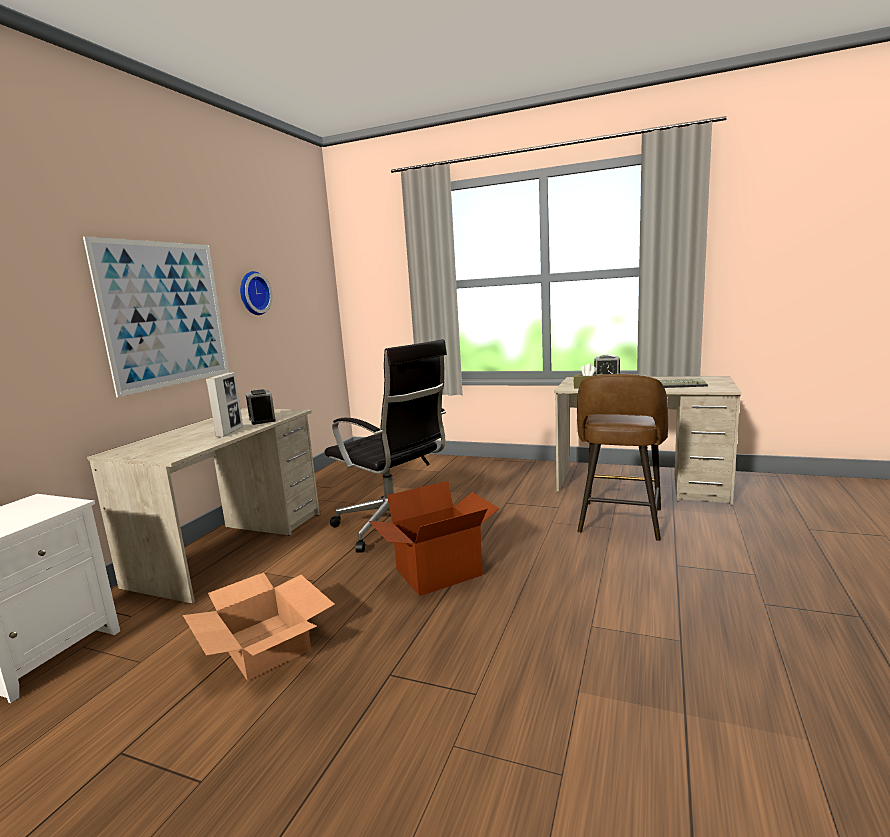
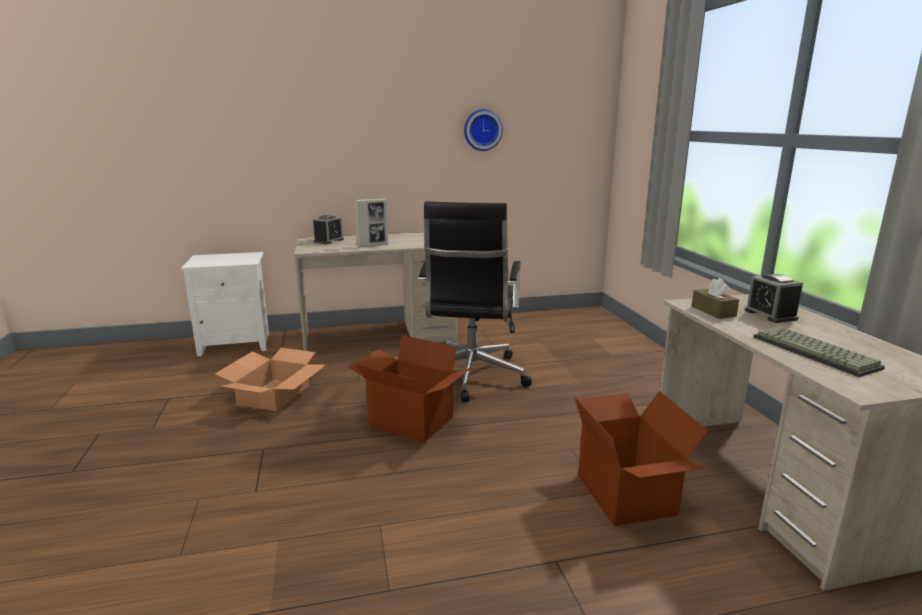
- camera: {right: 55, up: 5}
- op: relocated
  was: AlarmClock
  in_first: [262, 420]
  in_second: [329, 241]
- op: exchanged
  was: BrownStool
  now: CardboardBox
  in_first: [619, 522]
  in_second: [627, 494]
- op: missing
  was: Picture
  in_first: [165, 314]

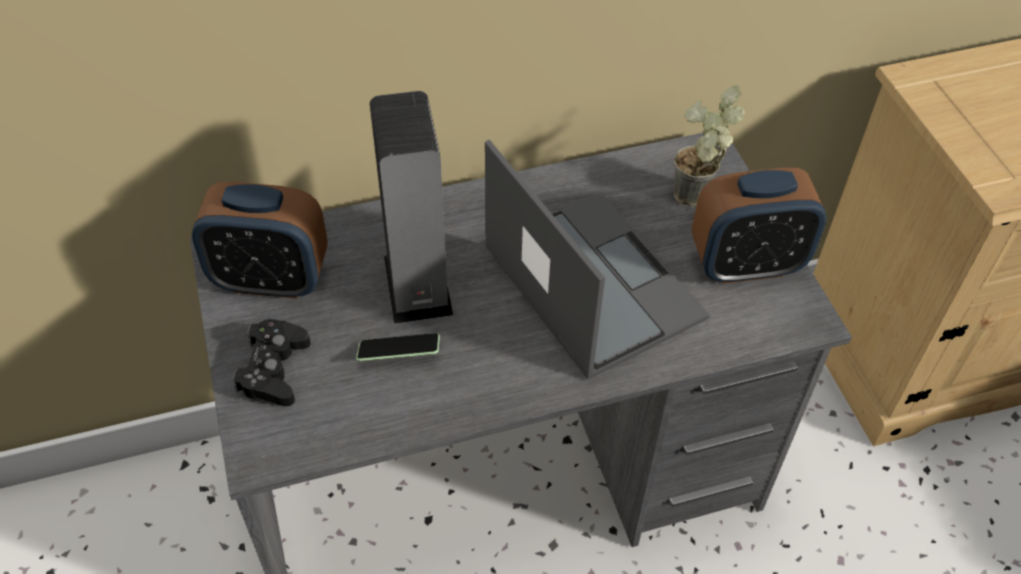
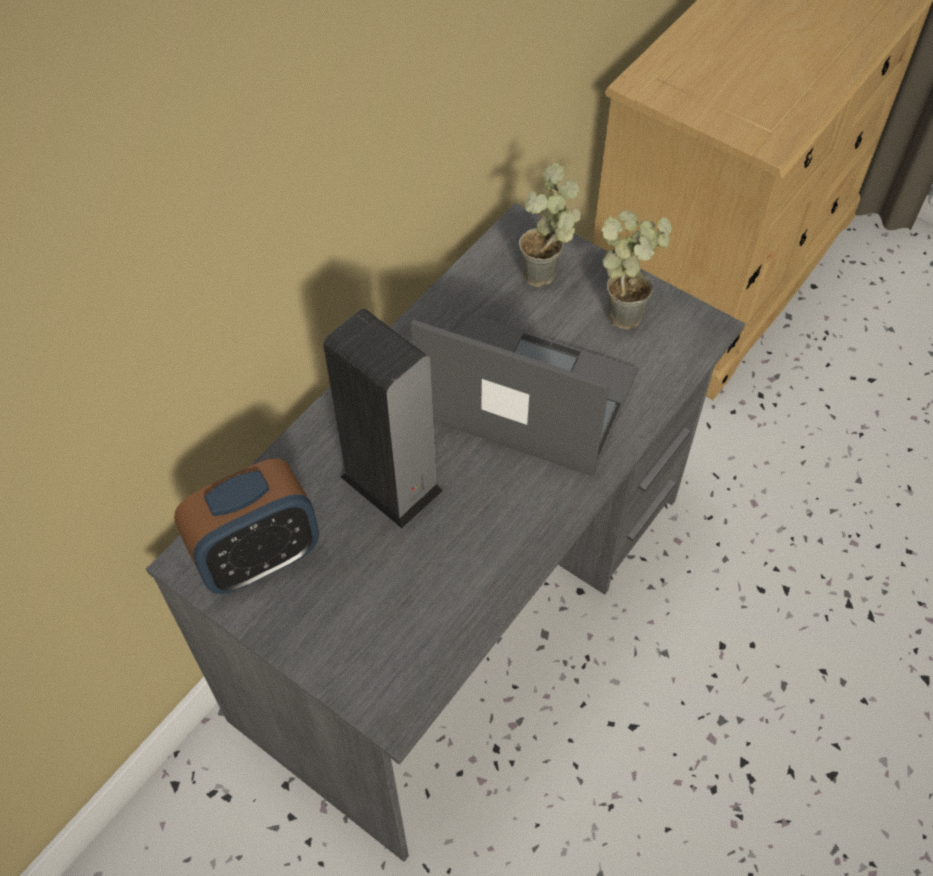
- camera: {right: -35, up: 5}
- op: exchanged
  was: AlarmClock
  now: PottedPlant
  in_first: [746, 264]
  in_second: [627, 309]
- op: missing
  was: BlackGameController
  in_first: [274, 369]
- op: missing
  was: Phone
  in_first: [399, 354]

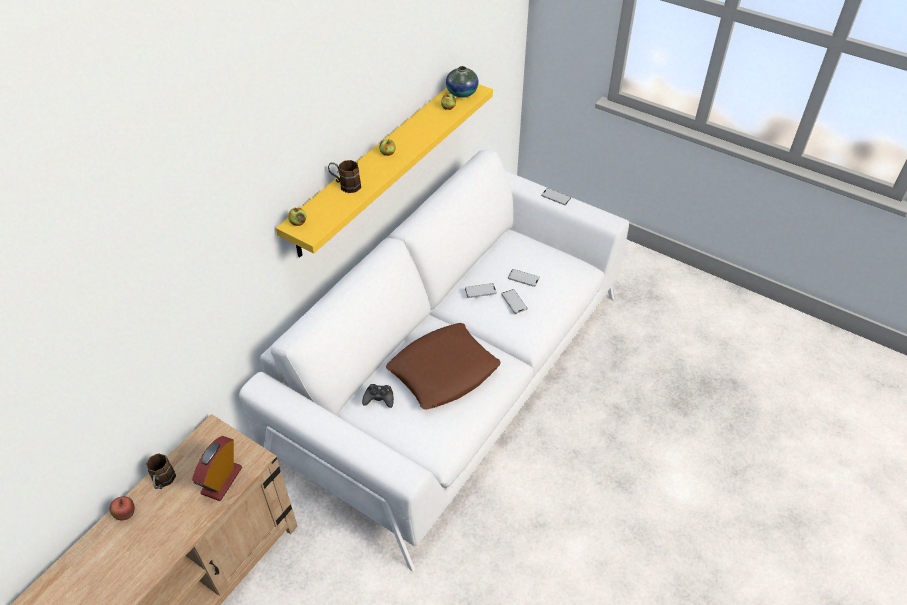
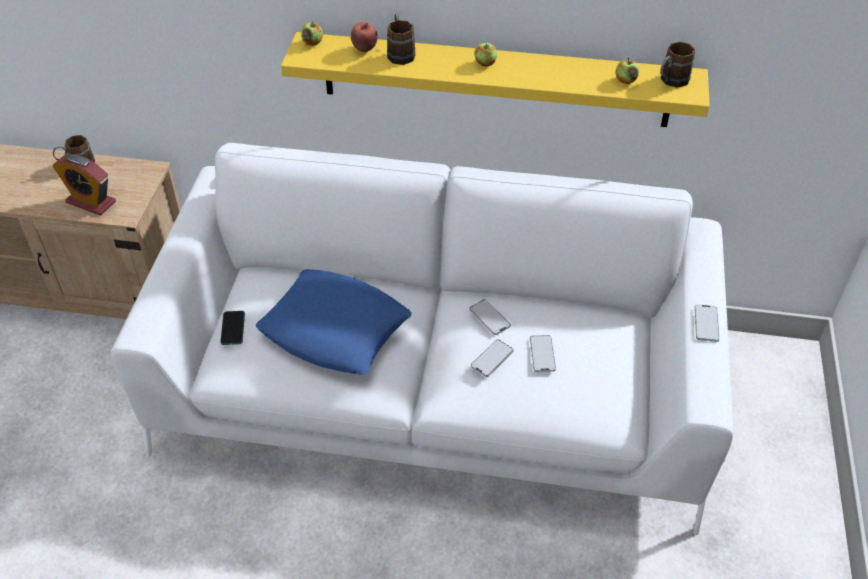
- camera: {right: 65, up: 0}
- op: spun
  was: AlarmClock
  in_first: [222, 480]
  in_second: [91, 202]
  clockwise: -150
- op: appeared
  now: Phone
  in_second: [233, 328]
- op: colour
  was: BrownPillow
  now: BluePillow
  in_first: [443, 371]
  in_second: [335, 329]
- op: relocated
  was: Apple
  in_first: [126, 514]
  in_second: [364, 49]
- op: exchanged
  was: Vase
  now: BrownMug
  in_first: [462, 93]
  in_second: [670, 82]
- op: missing
  was: BlackGameController
  in_first: [379, 398]

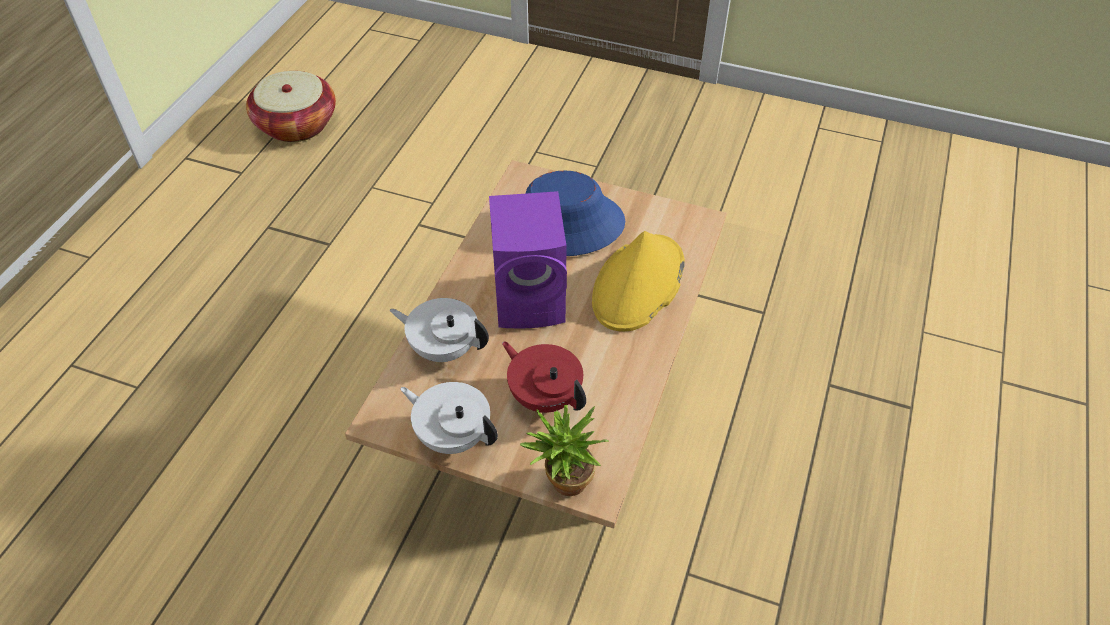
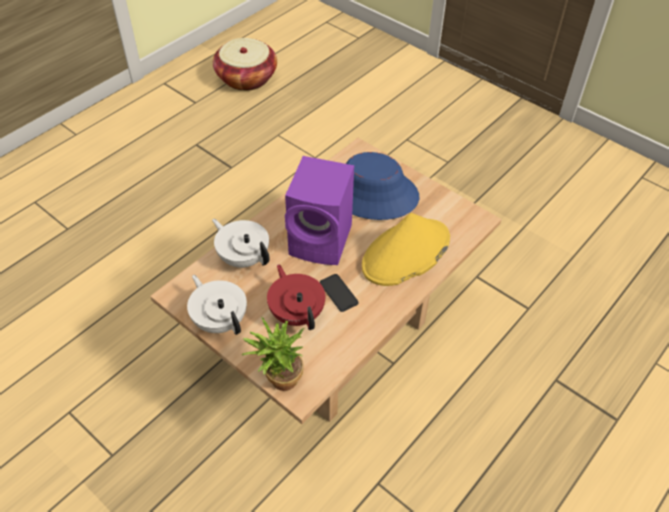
- camera: {right: 20, up: 0}
- op: appeared
  now: Phone
  in_second: [338, 293]

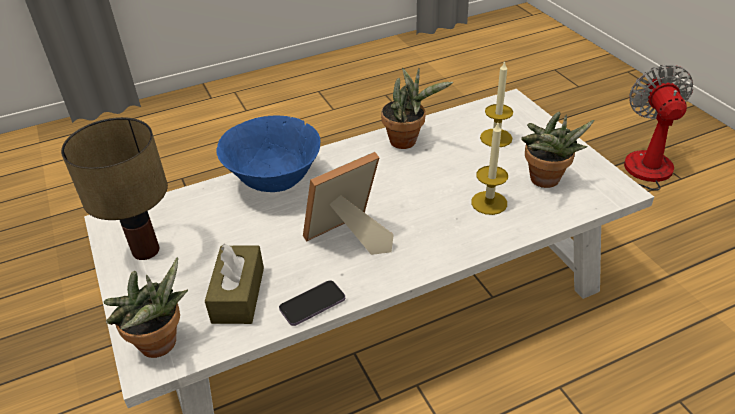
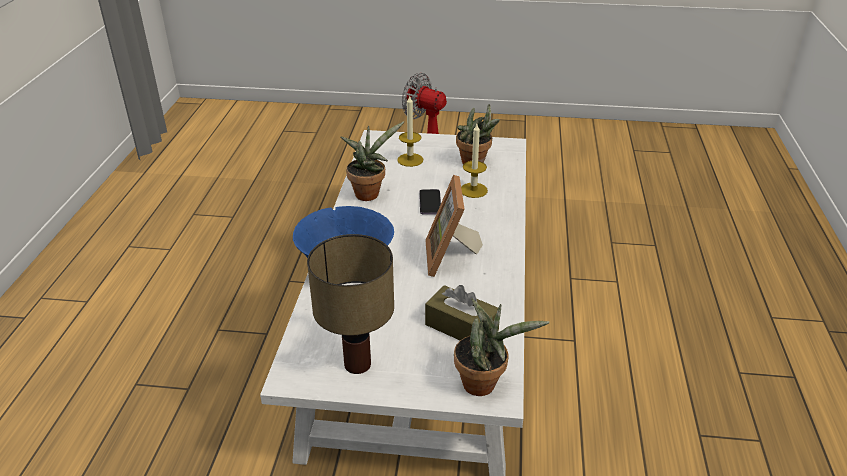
- camera: {right: -60, up: -5}
- op: relocated
  was: Phone
  in_first: [312, 304]
  in_second: [430, 203]

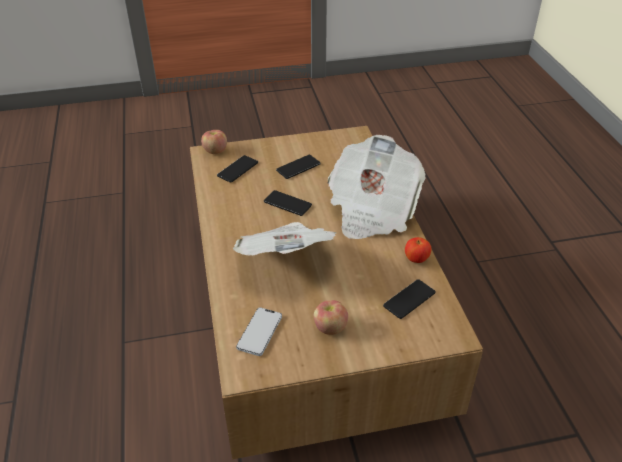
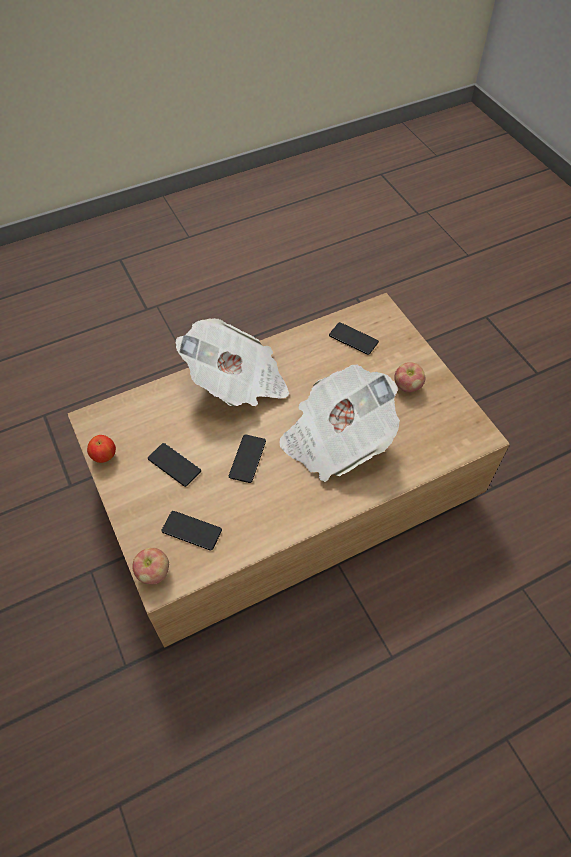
- camera: {right: -105, up: 15}
- op: relocated
  was: Apple
  in_first: [416, 259]
  in_second: [104, 456]
- op: missing
  was: Phone
  in_first: [259, 332]

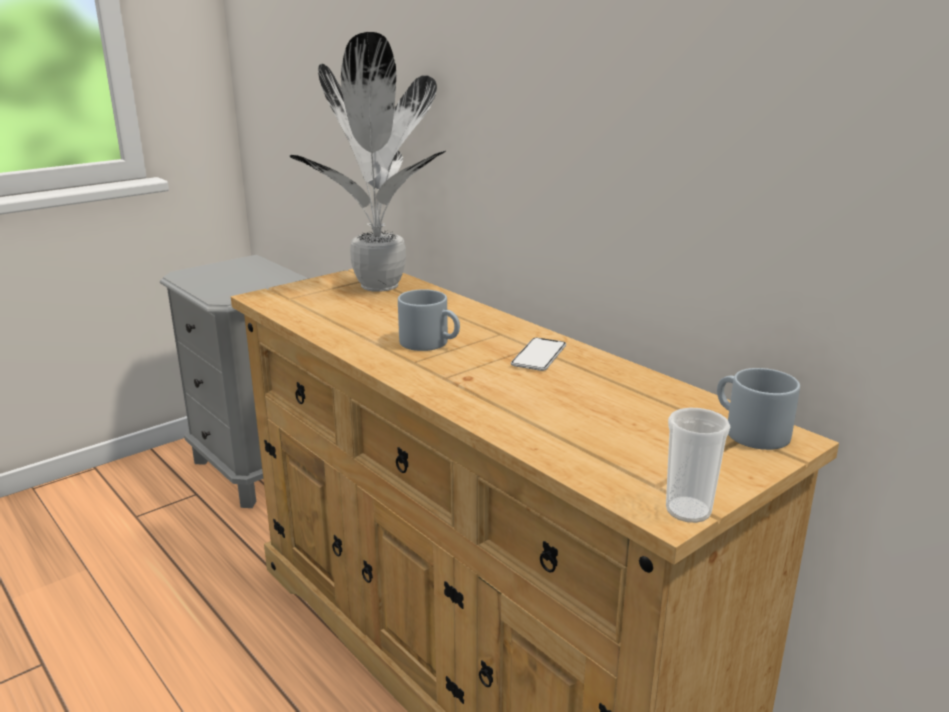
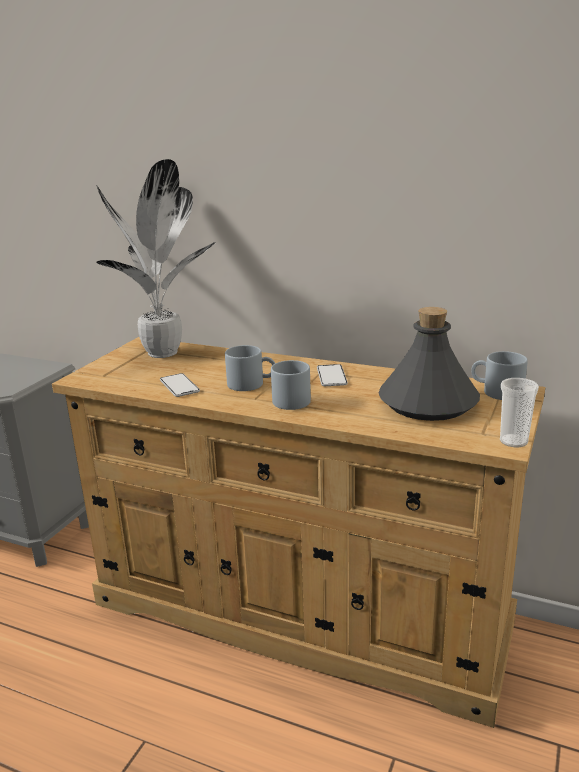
- camera: {right: -25, up: 0}
- op: appeared
  now: Phone
  in_second: [179, 386]
- op: appeared
  now: GreyMug
  in_second: [286, 399]
- op: appeared
  now: GreyBottle
  in_second: [427, 403]

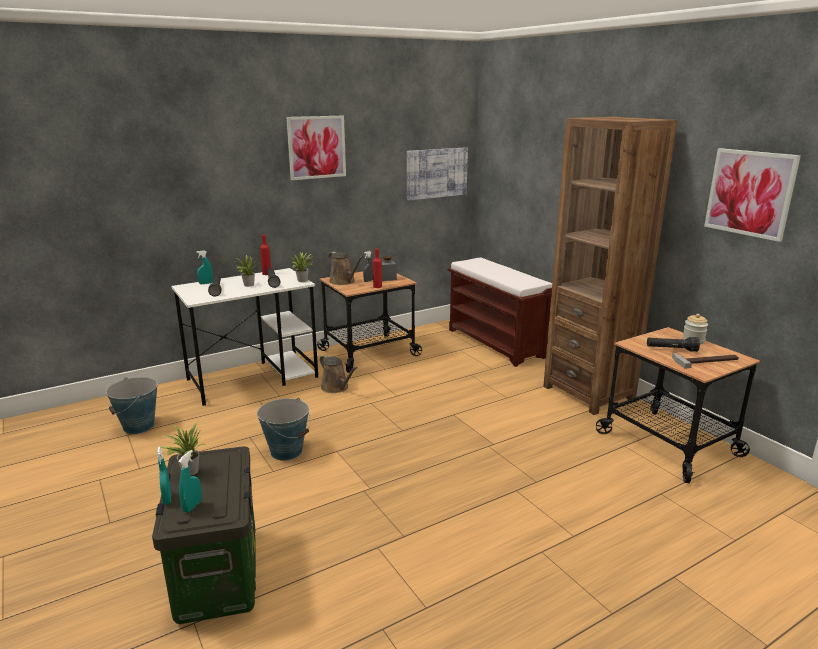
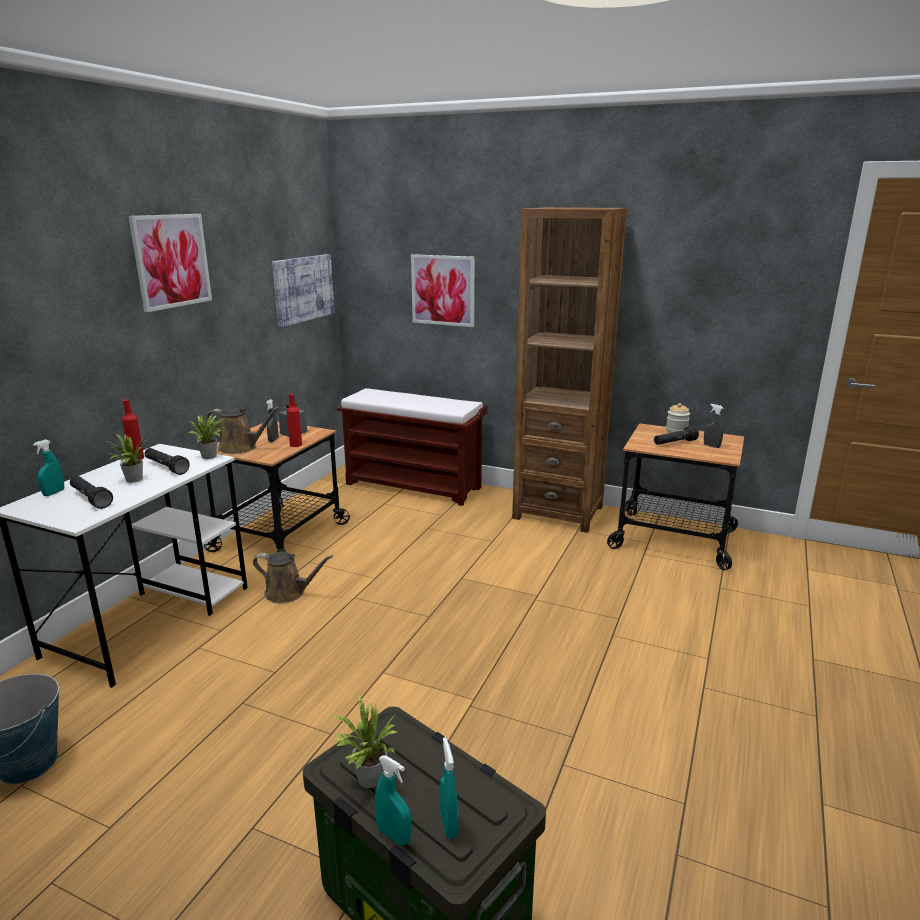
- camera: {right: -35, up: 0}
- op: relocated
  was: Picture
  in_first: [750, 193]
  in_second: [443, 290]
- op: exchanged
  was: Hammer
  now: GreySprayBottle
  in_first: [705, 360]
  in_second: [711, 446]
- op: missing
  was: Bucket
  in_first: [286, 451]

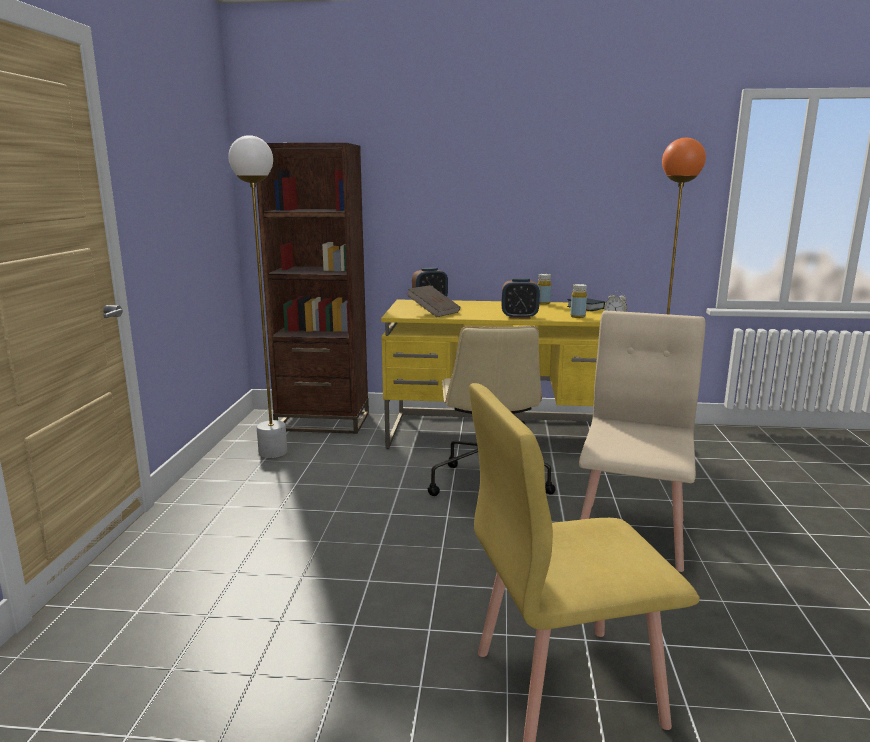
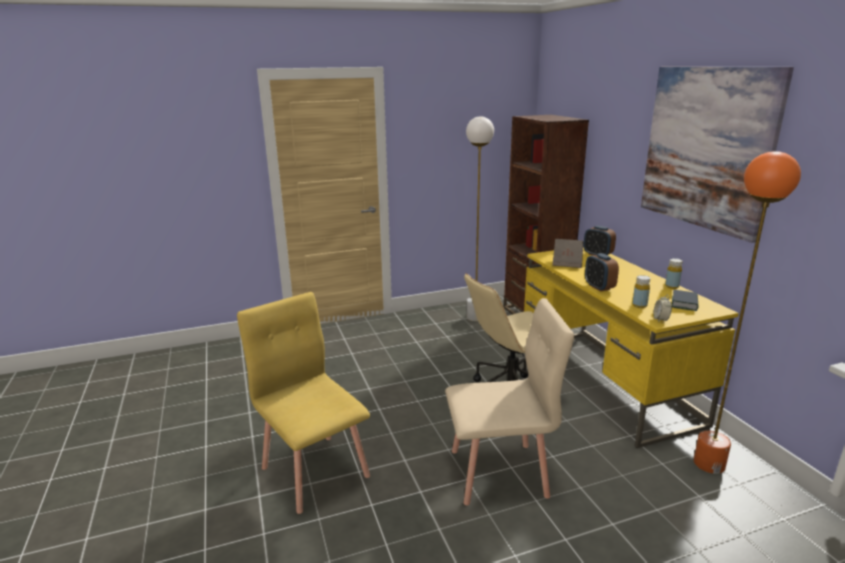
- camera: {right: 65, up: 5}
- op: appeared
  now: Picture
  in_second: [706, 148]

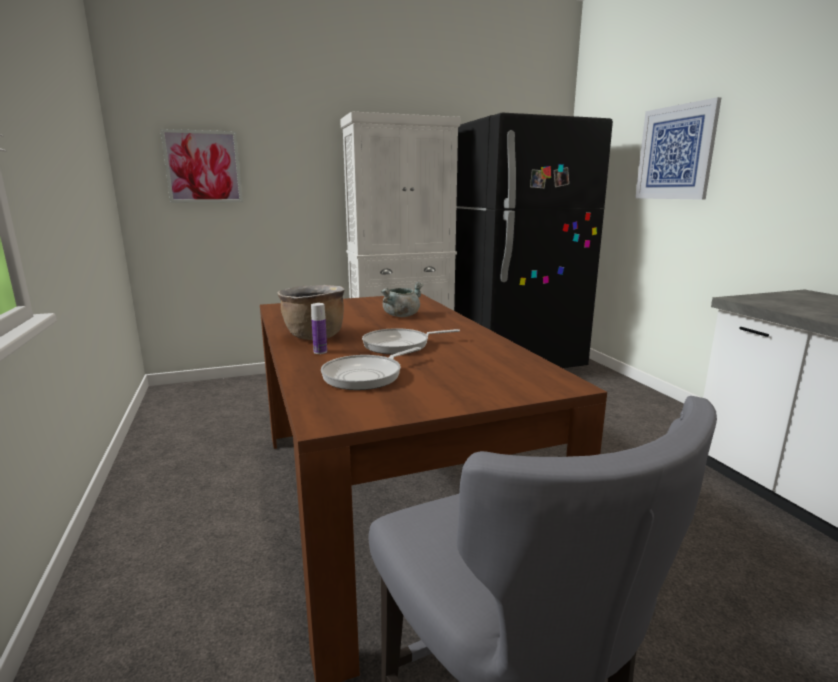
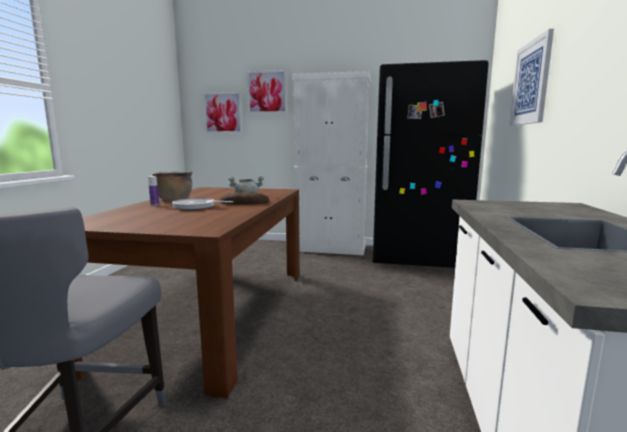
- camera: {right: 30, up: -5}
- op: appeared
  now: Bread
  in_second: [244, 203]
- op: appeared
  now: Picture
  in_second: [267, 92]
- op: missing
  was: FryingPan
  in_first: [366, 376]

